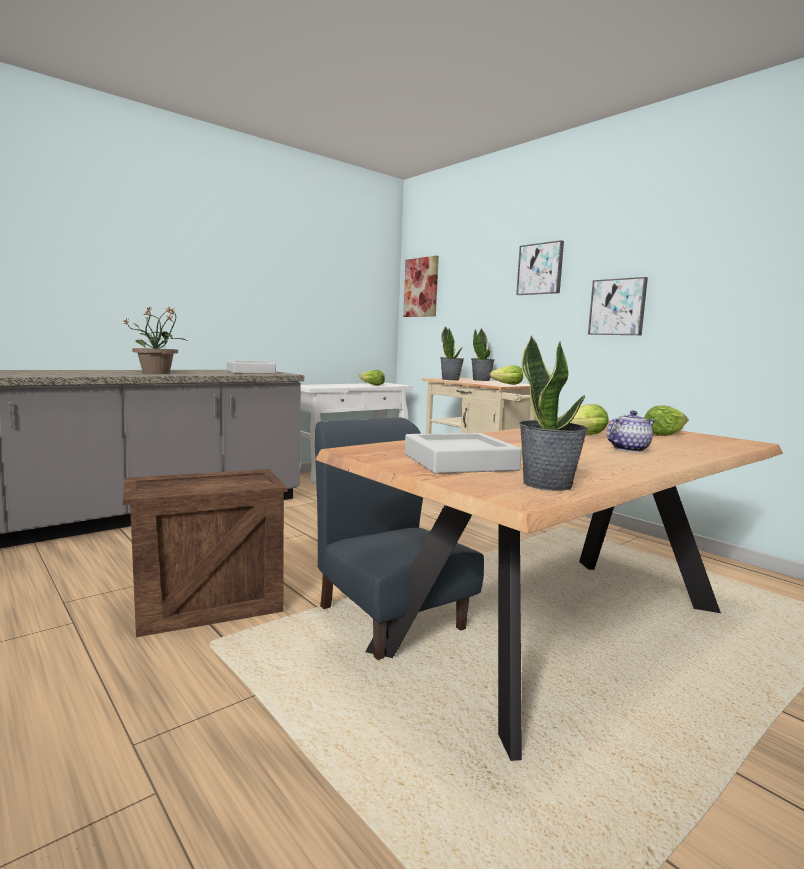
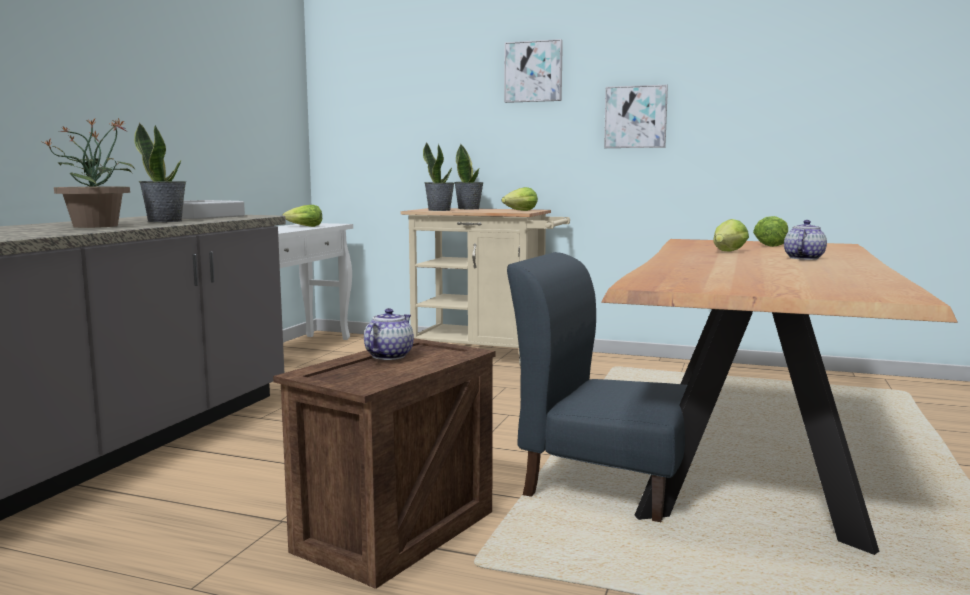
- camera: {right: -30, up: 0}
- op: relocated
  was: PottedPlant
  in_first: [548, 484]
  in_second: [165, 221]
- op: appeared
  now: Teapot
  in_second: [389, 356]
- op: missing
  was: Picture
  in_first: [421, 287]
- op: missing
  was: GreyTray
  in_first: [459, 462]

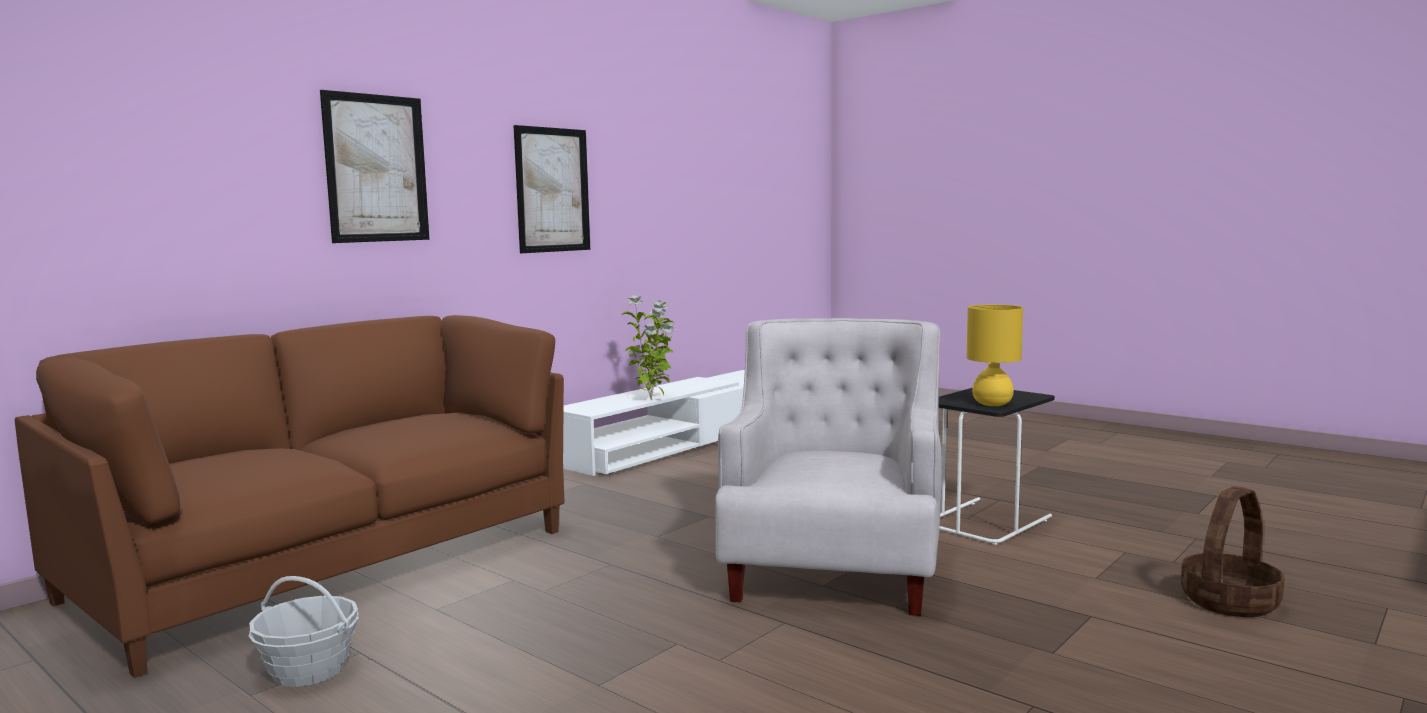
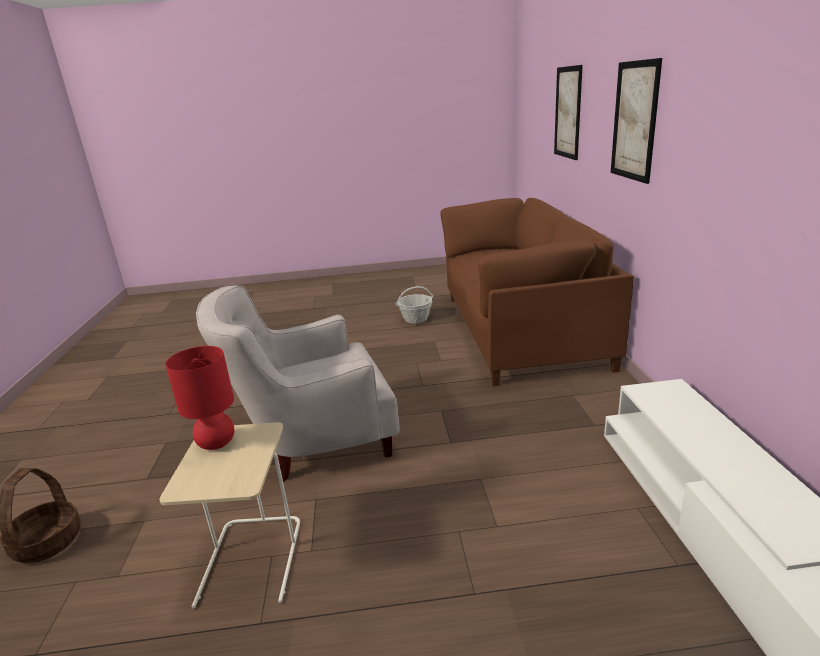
- camera: {right: 135, up: 15}
- op: colour
  was: BlackSideTable
  now: BeigeSideTable
  in_first: [986, 521]
  in_second: [252, 560]
- op: colour
  was: YellowTableLamp
  now: RedTableLamp
  in_first: [993, 404]
  in_second: [216, 443]
- op: spun
  was: WhiteArmchair
  in_first: [834, 568]
  in_second: [314, 441]
  clockwise: 105
- op: relocated
  was: Picture
  in_first: [552, 190]
  in_second: [568, 112]
- op: missing
  was: PottedPlant
  in_first: [652, 399]

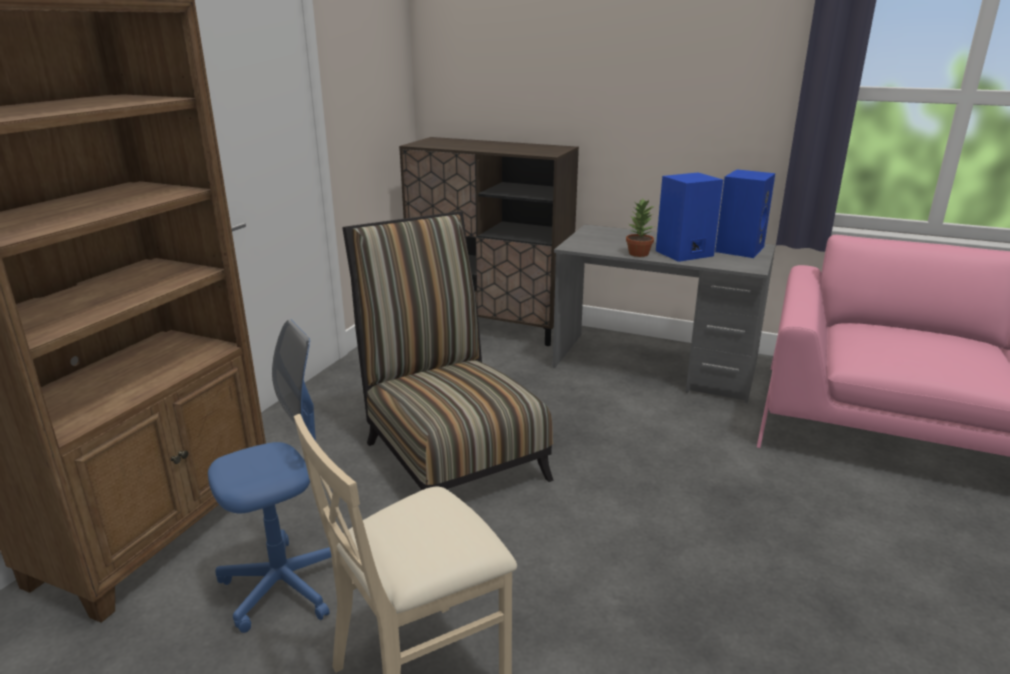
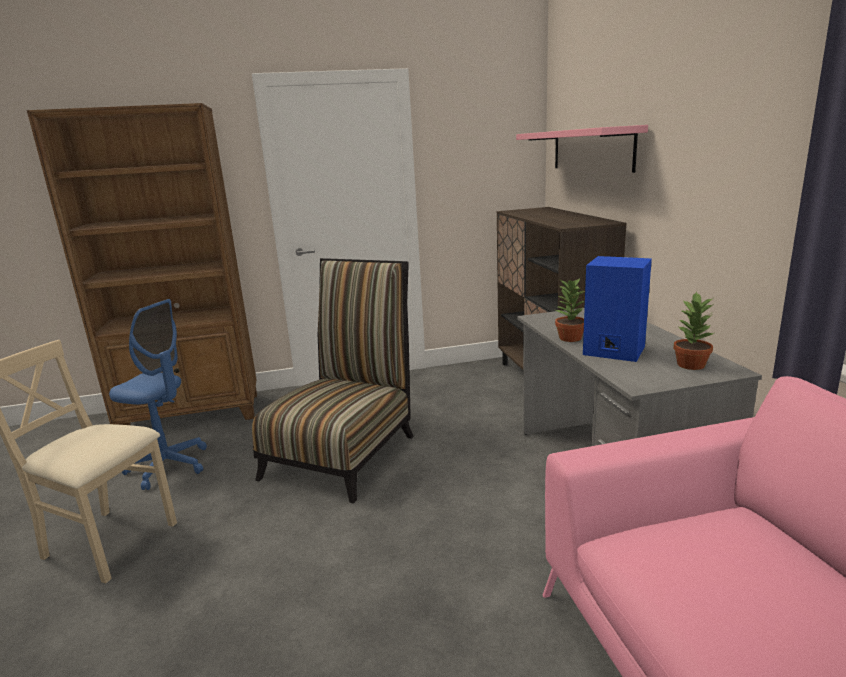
- camera: {right: 55, up: -5}
- op: appeared
  now: PinkShelf
  in_second: [591, 149]
- op: exchanged
  was: BlueSpeaker
  now: PottedPlant
  in_first: [739, 249]
  in_second: [691, 365]

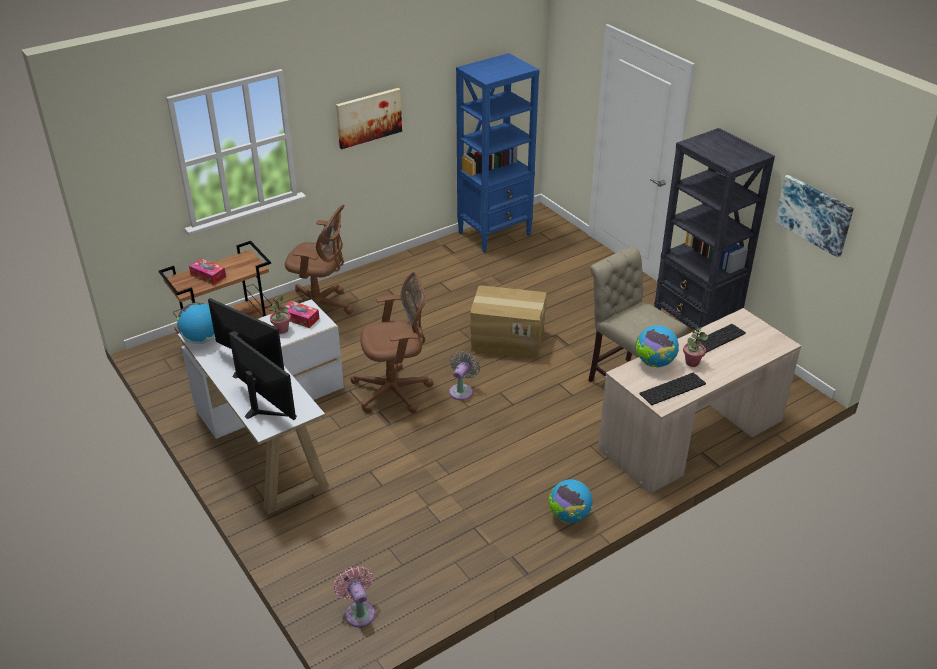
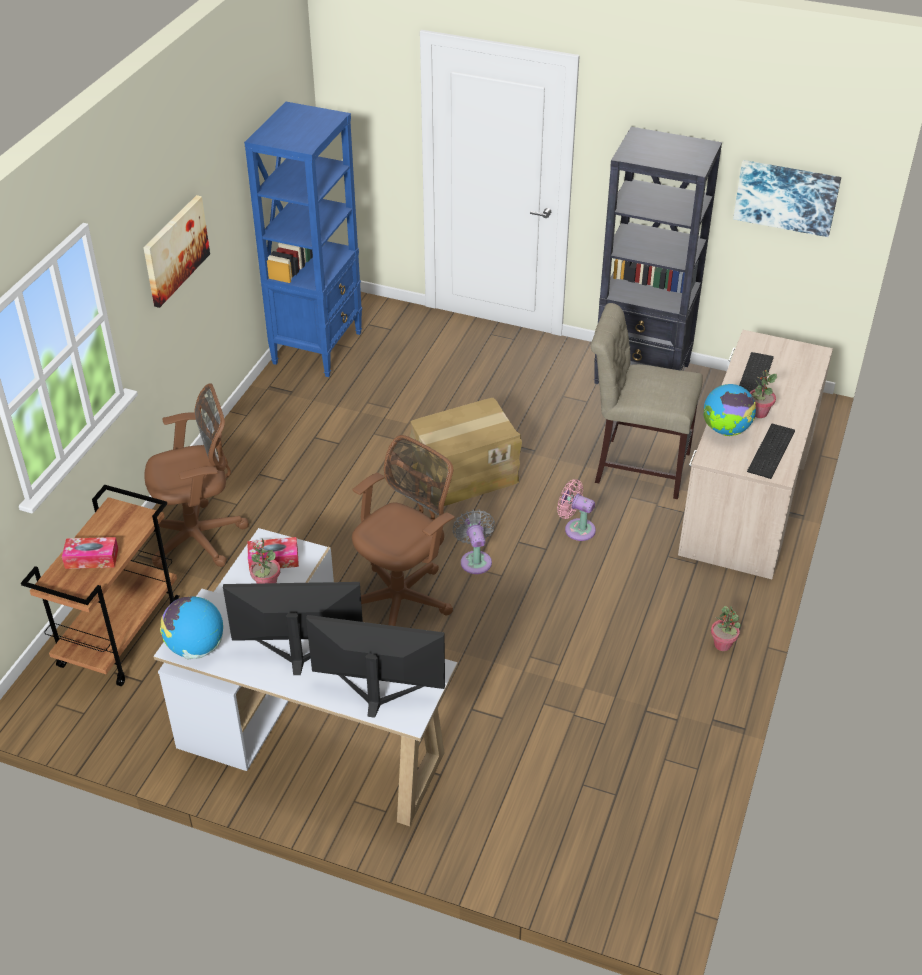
- camera: {right: -35, up: 5}
- op: relocated
  was: PinkFan
  in_first: [359, 612]
  in_second: [576, 528]
- op: exchanged
  was: Globe
  now: PottedPlant
  in_first: [569, 516]
  in_second: [722, 645]

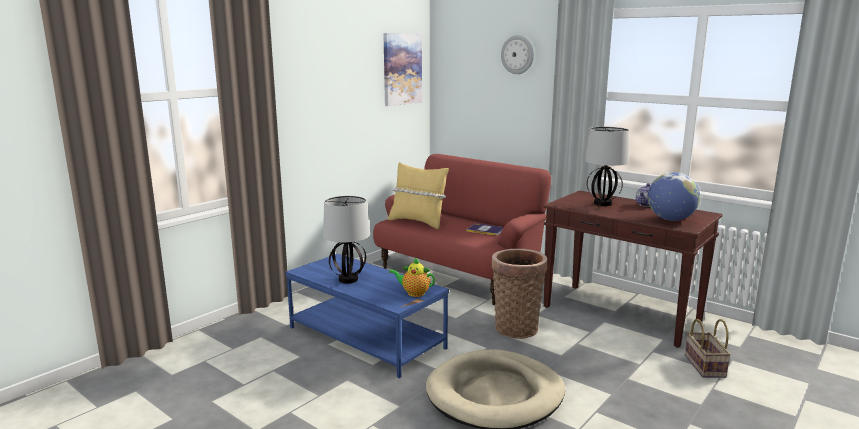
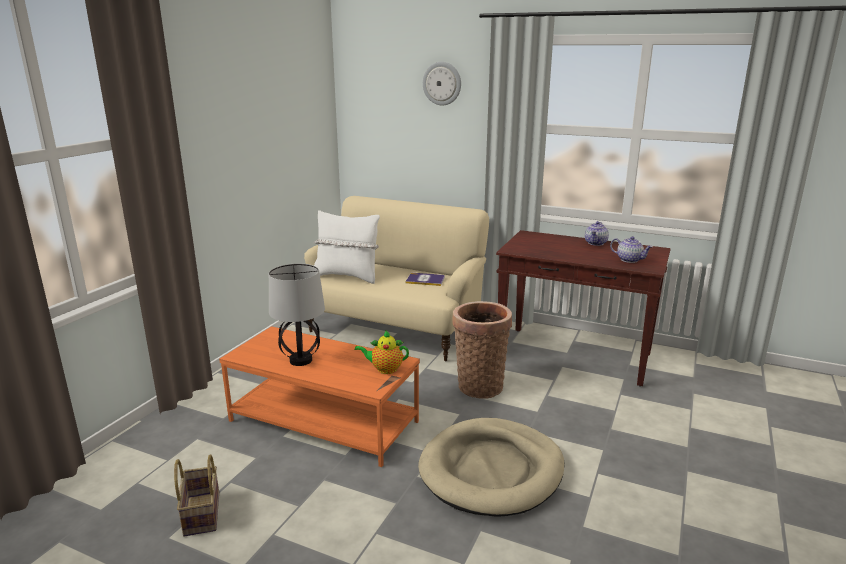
- camera: {right: -15, up: 5}
- op: relocated
  was: Basket
  in_first: [703, 365]
  in_second: [200, 513]
- op: colour
  was: BlueCoffeeTable
  now: OrangeCoffeeTable
  in_first: [367, 337]
  in_second: [324, 421]
- op: colour
  was: RedSofa
  now: BeigeSofa
  in_first: [458, 275]
  in_second: [394, 329]
- op: colour
  was: YellowPillow
  now: WhitePillow
  in_first: [418, 222]
  in_second: [347, 276]
- op: exchanged
  was: Globe
  now: Teapot
  in_first: [670, 220]
  in_second: [629, 260]
- op: missing
  was: Picture
  in_first: [402, 69]
- op: missing
  was: TableLamp
  in_first: [603, 203]

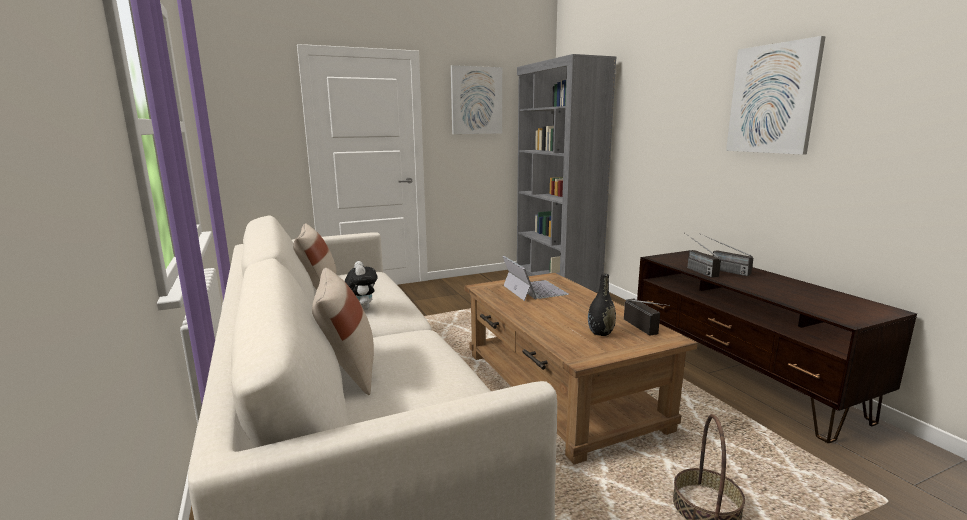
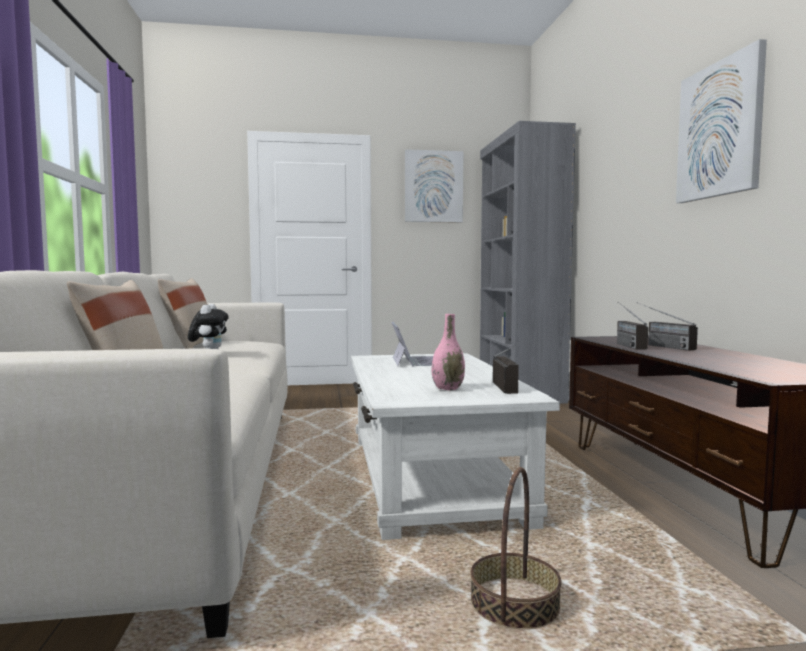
- camera: {right: 15, up: -10}
- op: colour
  was: BrownCoffeeTable
  now: WhiteCoffeeTable
  in_first: [558, 388]
  in_second: [431, 476]
- op: colour
  was: BlackVase
  now: PinkVase
  in_first: [600, 333]
  in_second: [448, 388]

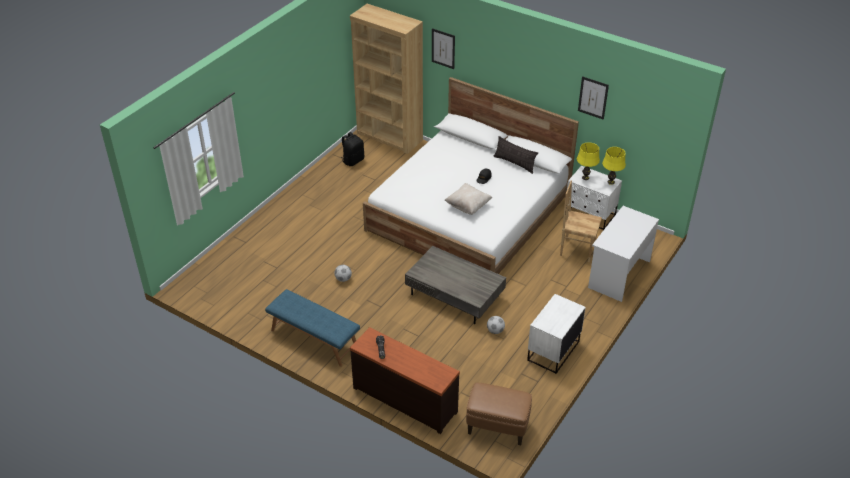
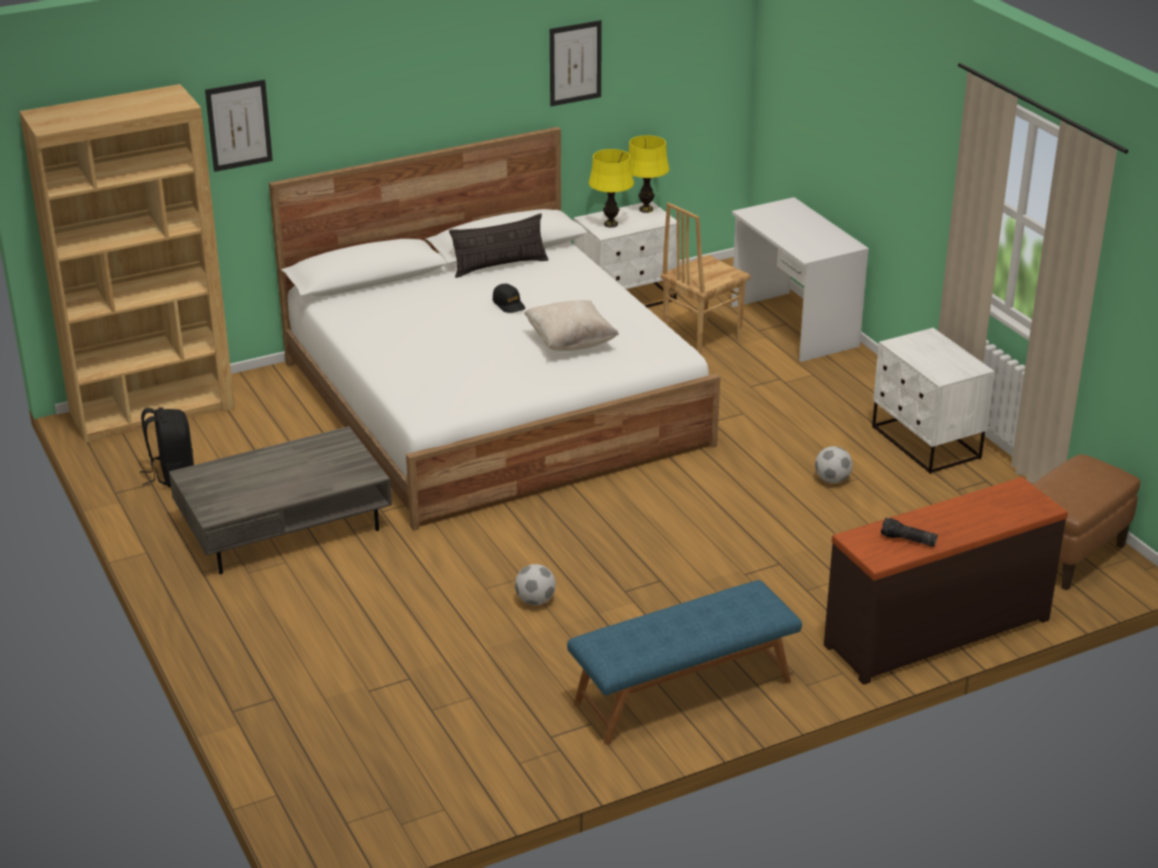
- camera: {right: -60, up: -10}
- op: relocated
  was: GreyCoffeeTable
  in_first: [455, 295]
  in_second: [284, 524]

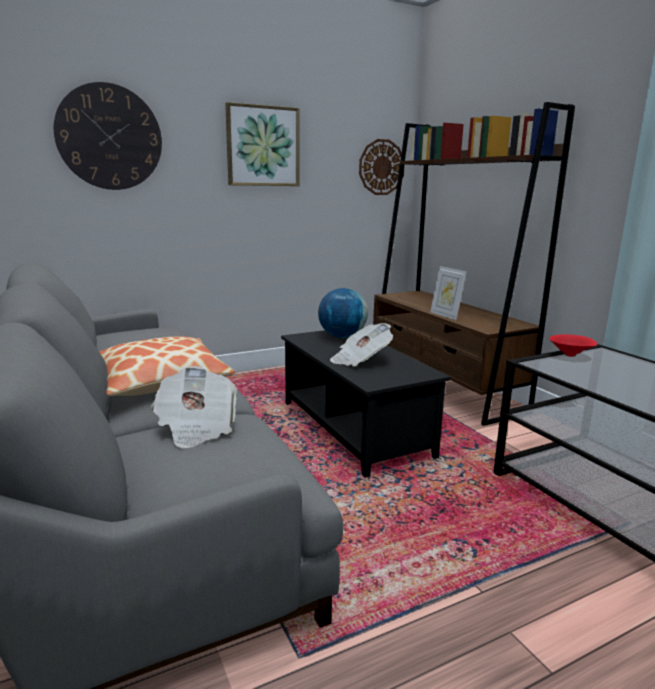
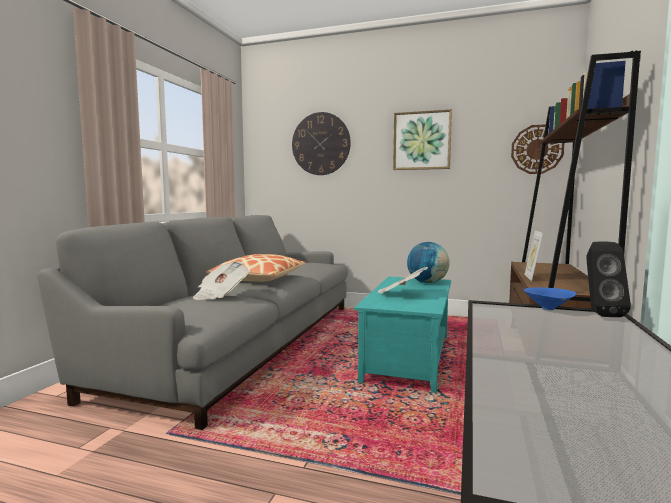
- camera: {right: 45, up: -10}
- op: colour
  was: BlackCoffeeTable
  now: TurquoiseCoffeeTable
  in_first: [352, 429]
  in_second: [407, 357]
- op: colour
  was: RedBowl
  now: BlueBowl
  in_first: [571, 355]
  in_second: [548, 309]
- op: appeared
  now: BlackSpeaker
  in_second: [600, 314]

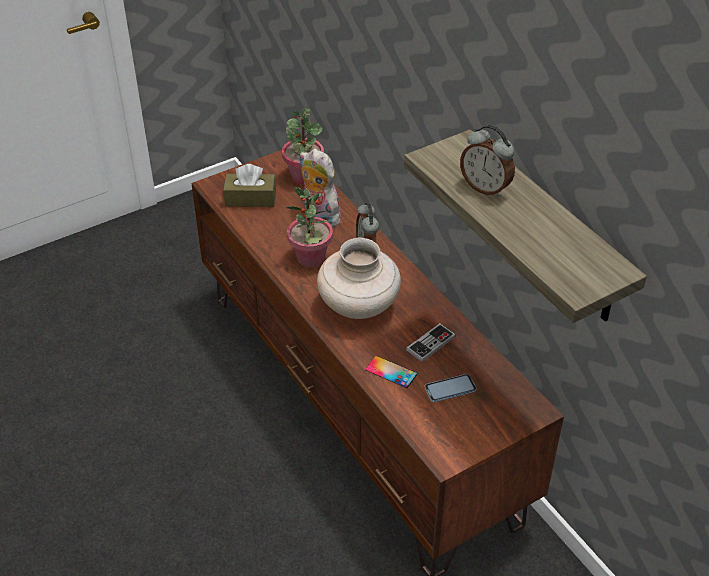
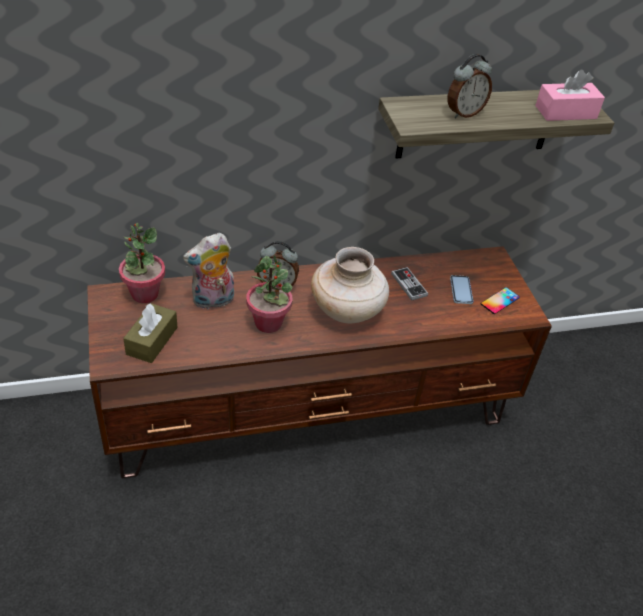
- camera: {right: -75, up: 0}
- op: relocated
  was: Phone
  in_first: [391, 372]
  in_second: [500, 301]
- op: appeared
  now: PinkTissueBox
  in_second: [565, 112]

